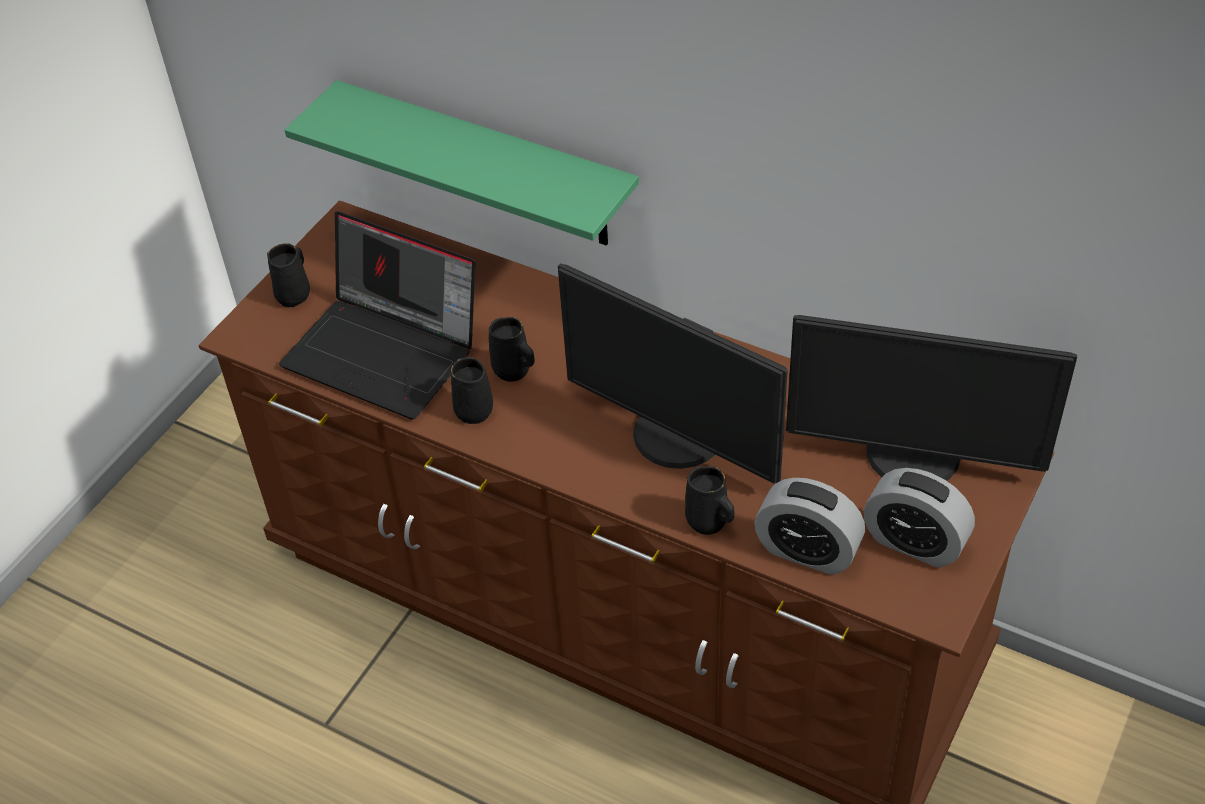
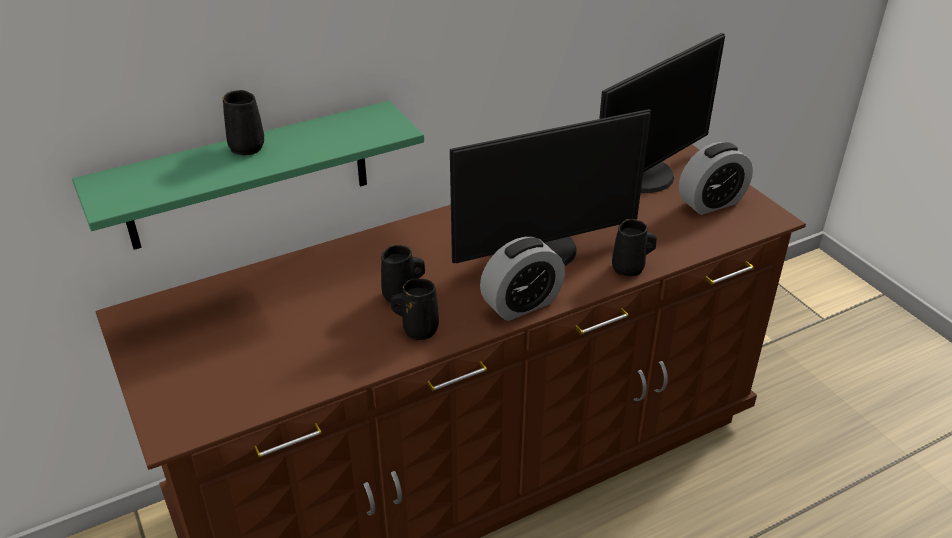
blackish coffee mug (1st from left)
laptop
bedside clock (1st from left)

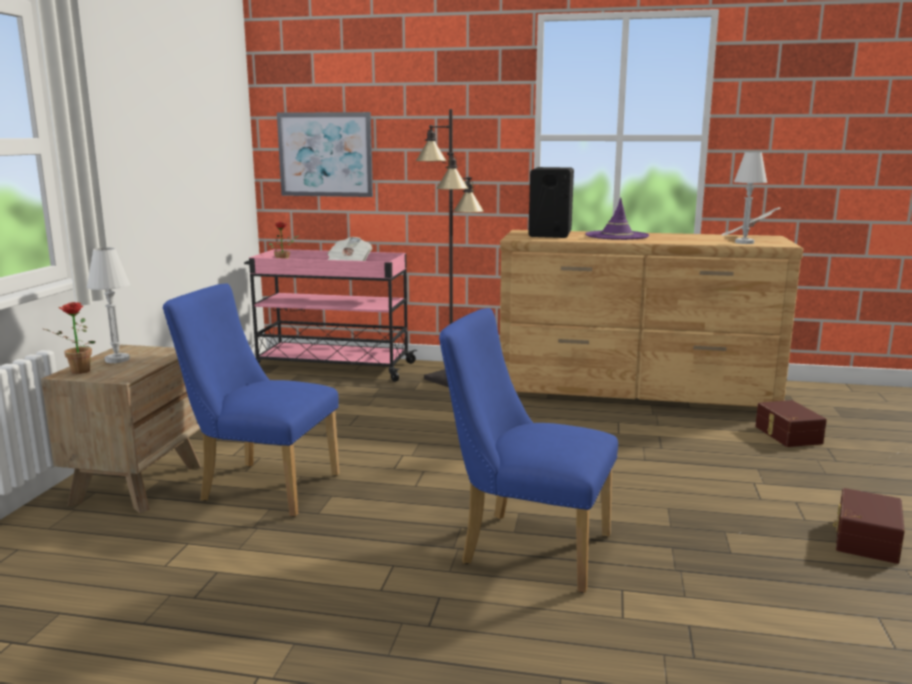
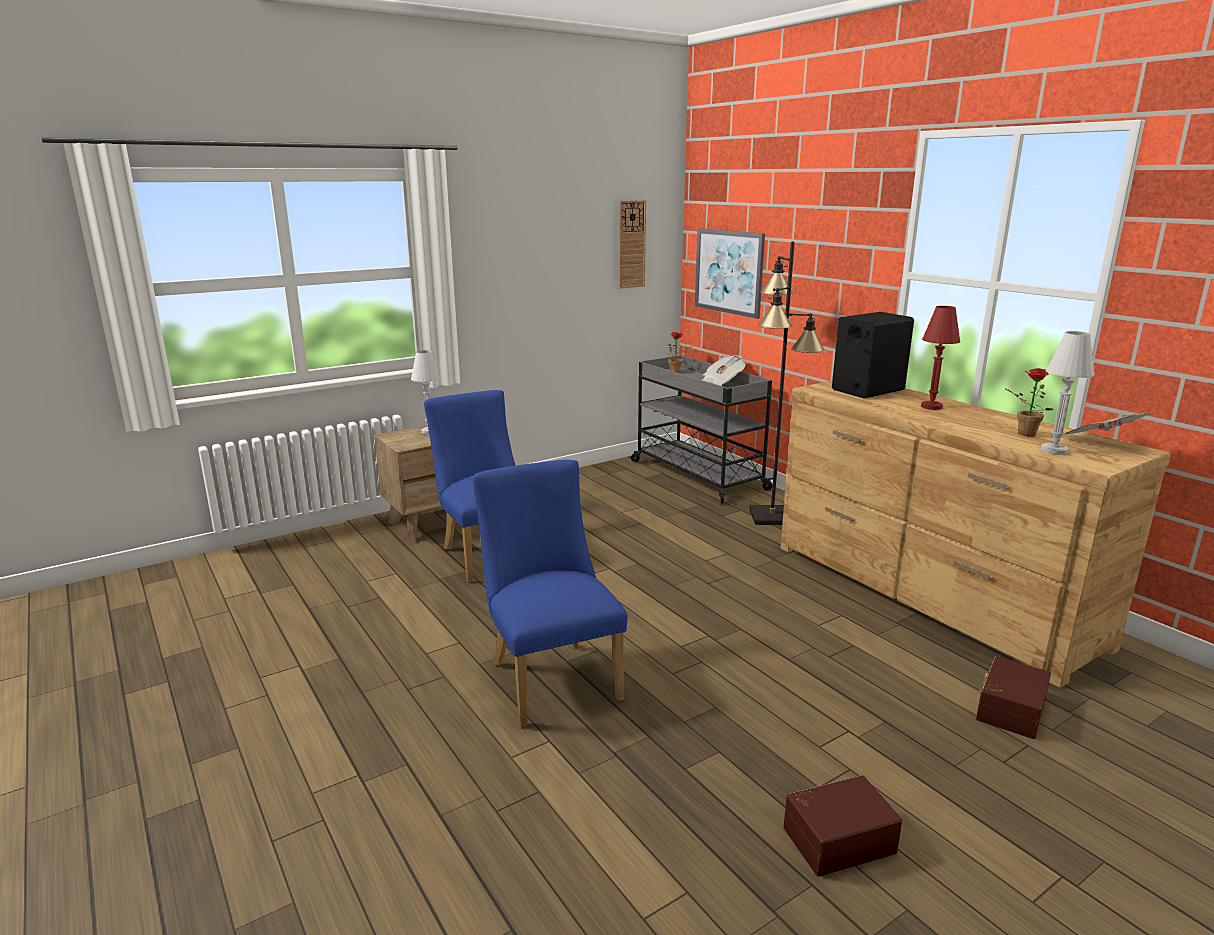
houseplant (2nd from left)
gray trolley
red-coloured lamp for a table
hanging clock

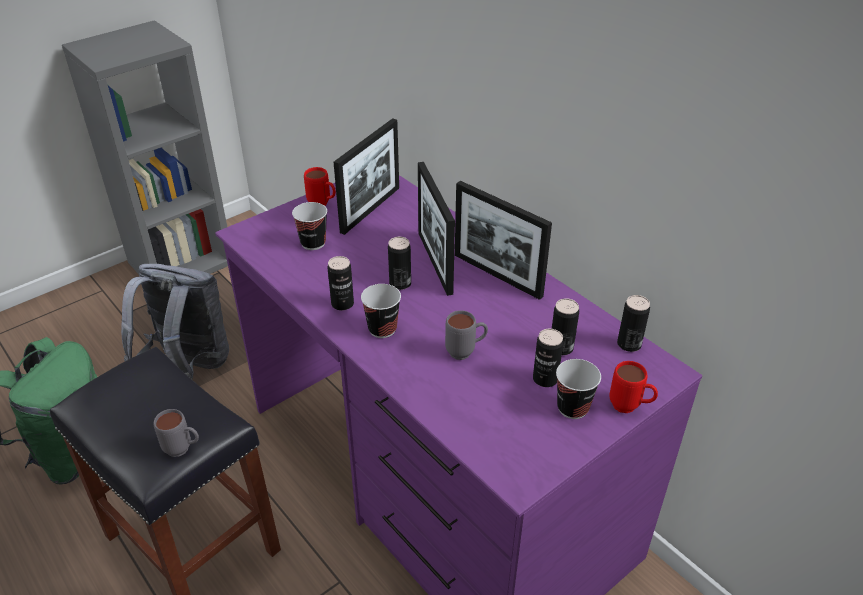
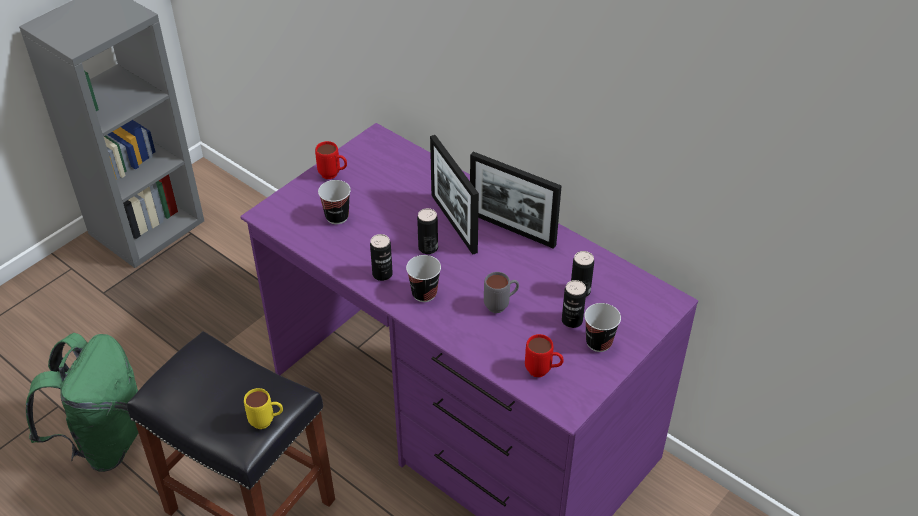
gray knapsack
yellow coffee mug
standing frame (1st from left in the first image)
red-coloured coffee mug (2nd from left)
sealed can (5th from left in the first image)

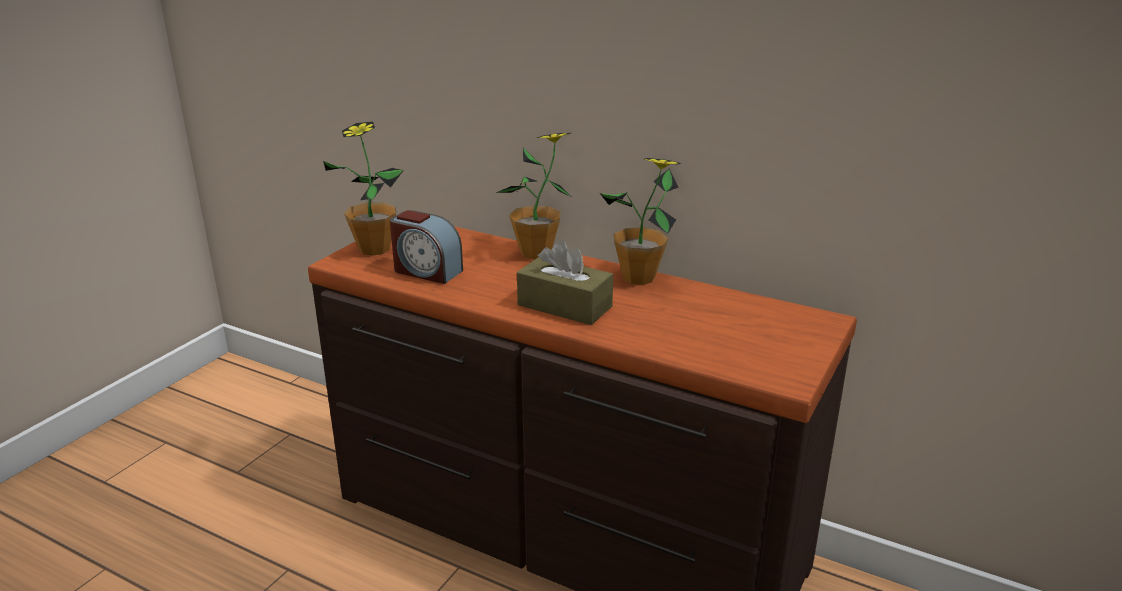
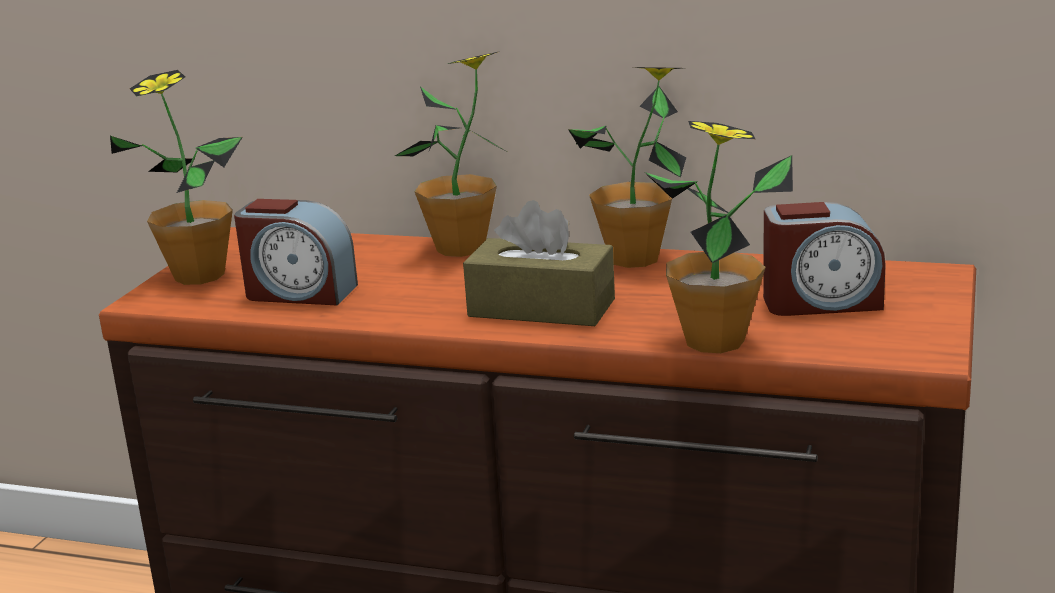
houseplant (4th from left)
bedside clock (2nd from left)

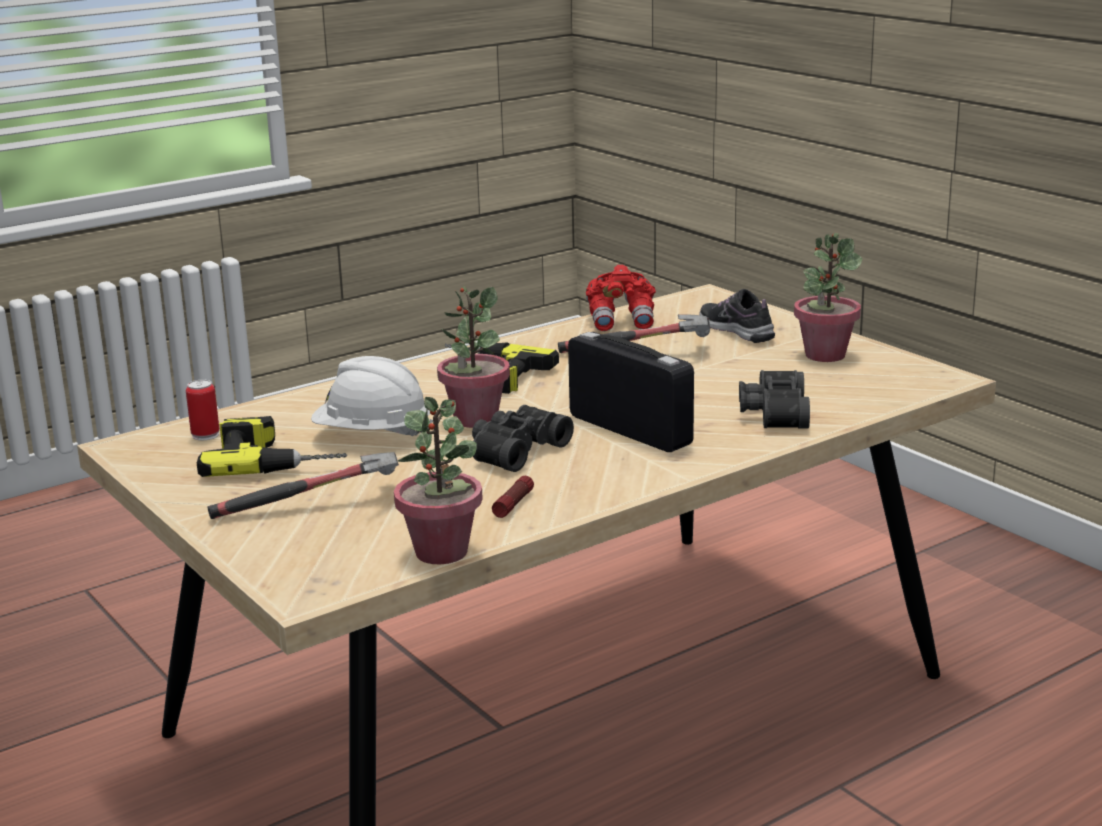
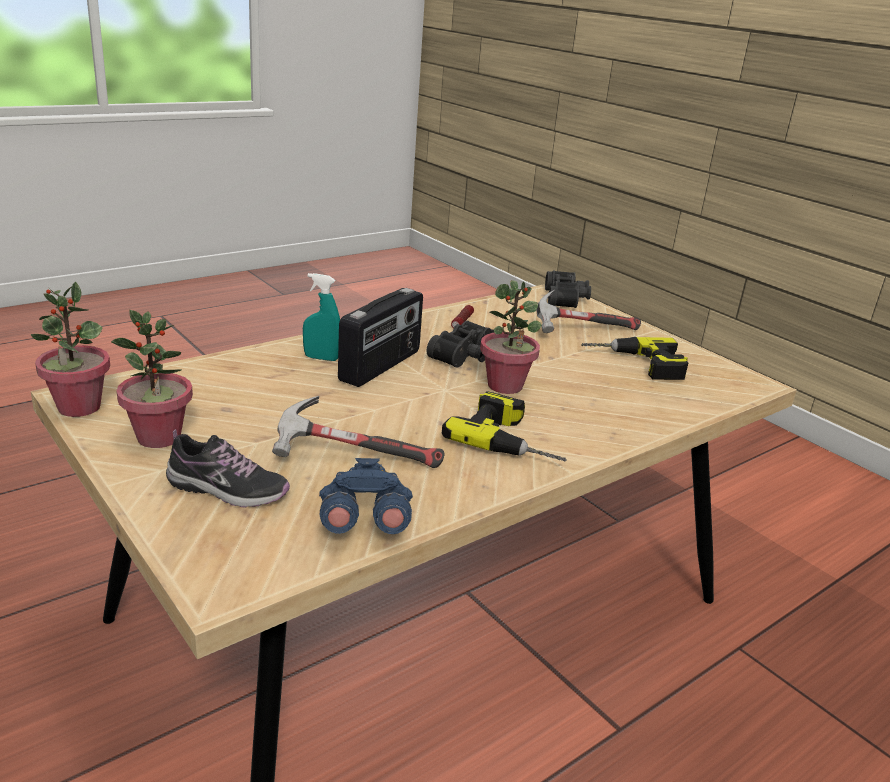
sealed can
white-coloured work helmet
houseplant (1st from left)
radio set
bluish binoculars
shoe
blackish binoculars (2nd from left)
blue-green hand sprayer

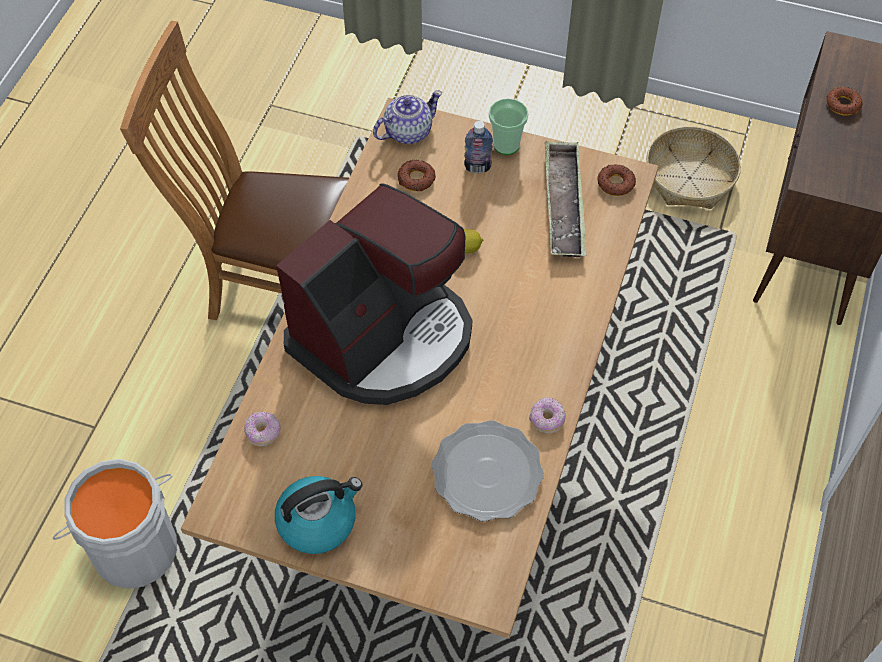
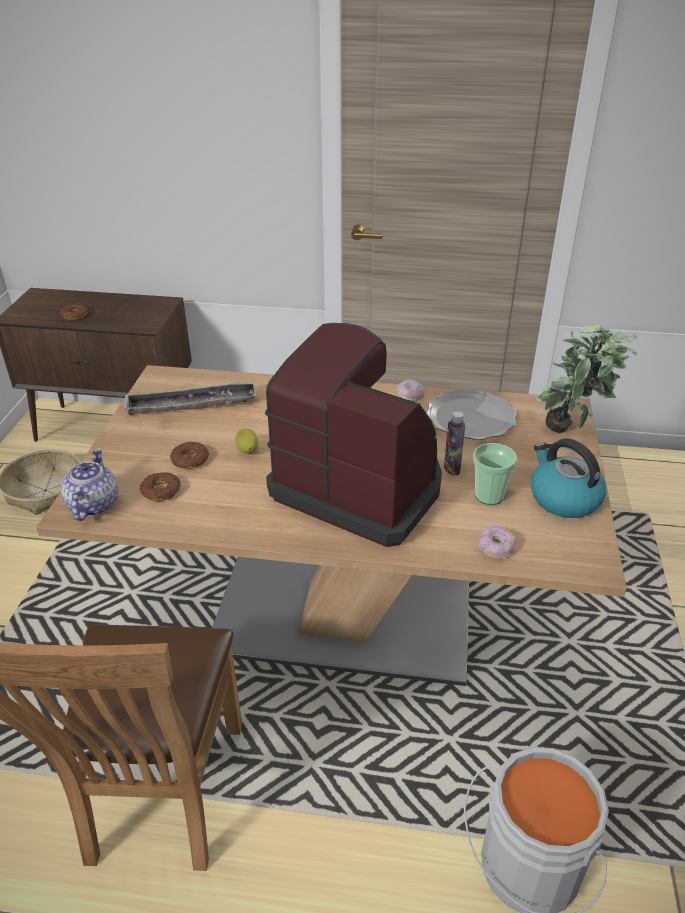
tea pot
bottle
drinking cup
doughnut (3rd from left)
houseplant

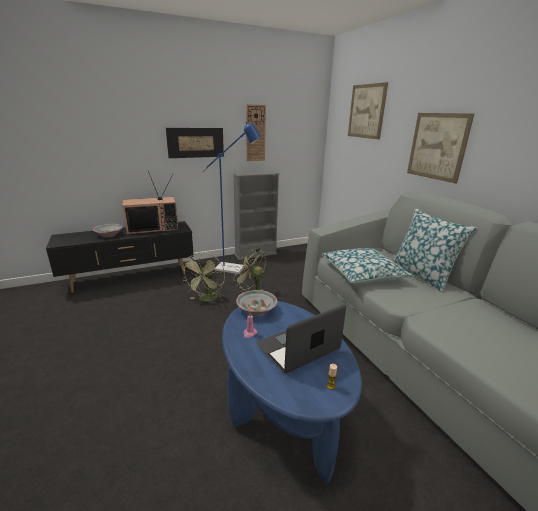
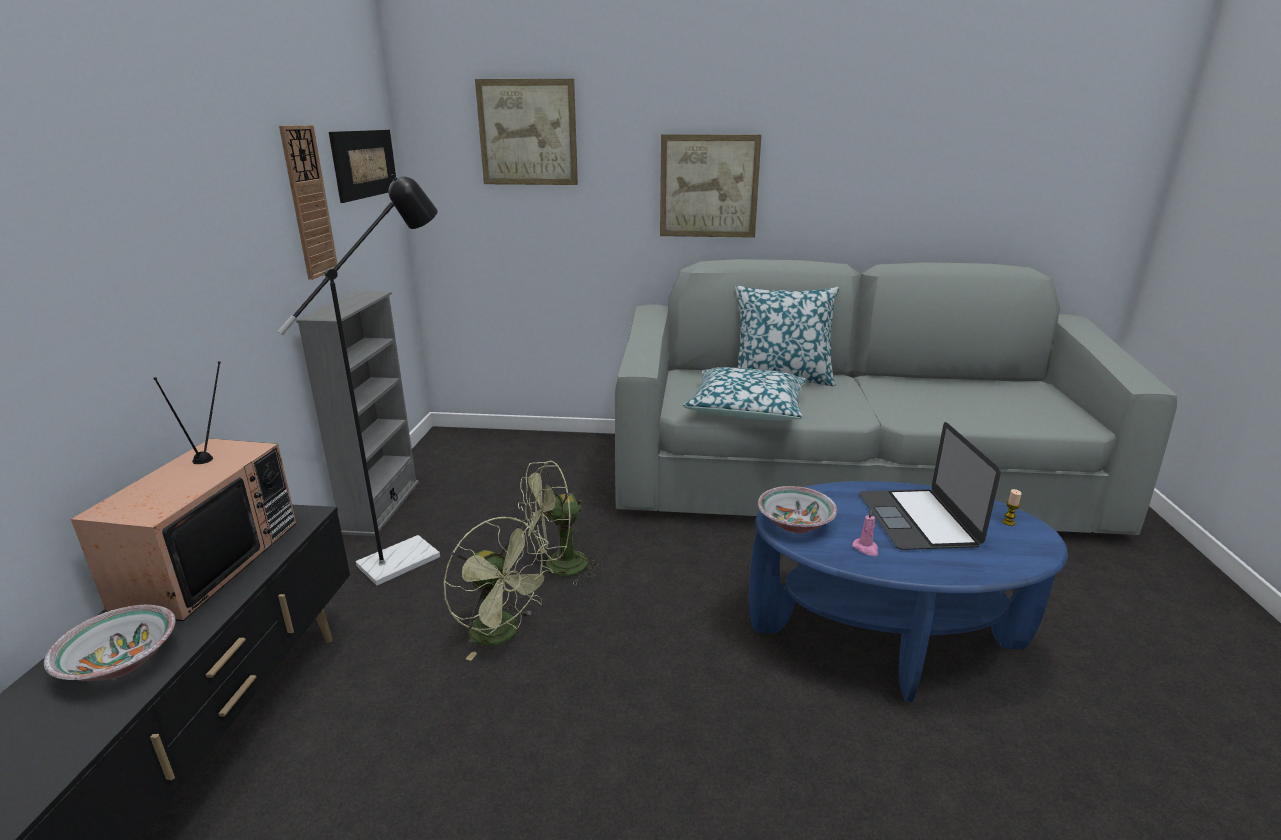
wall art (1st from left)
blackish floor lamp

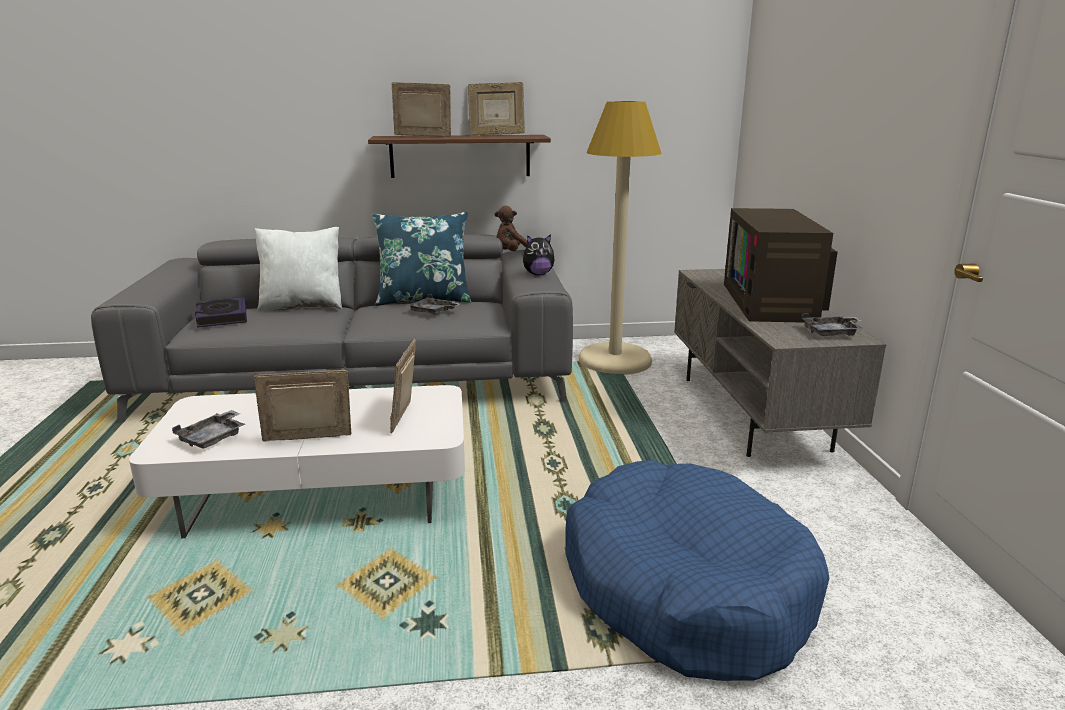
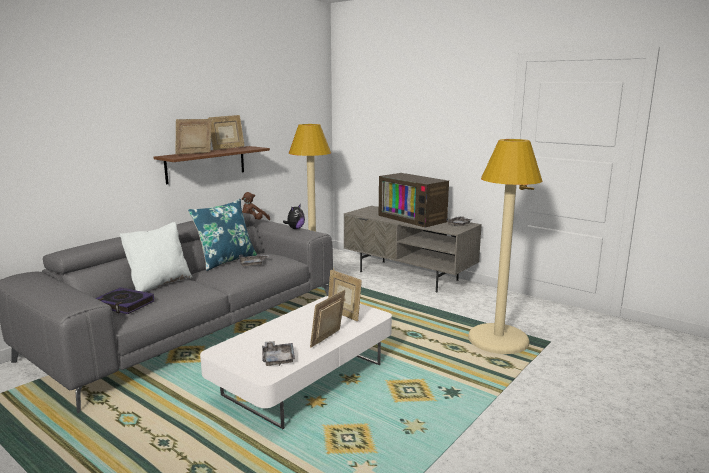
sand-coloured floor lamp (2nd from left)

